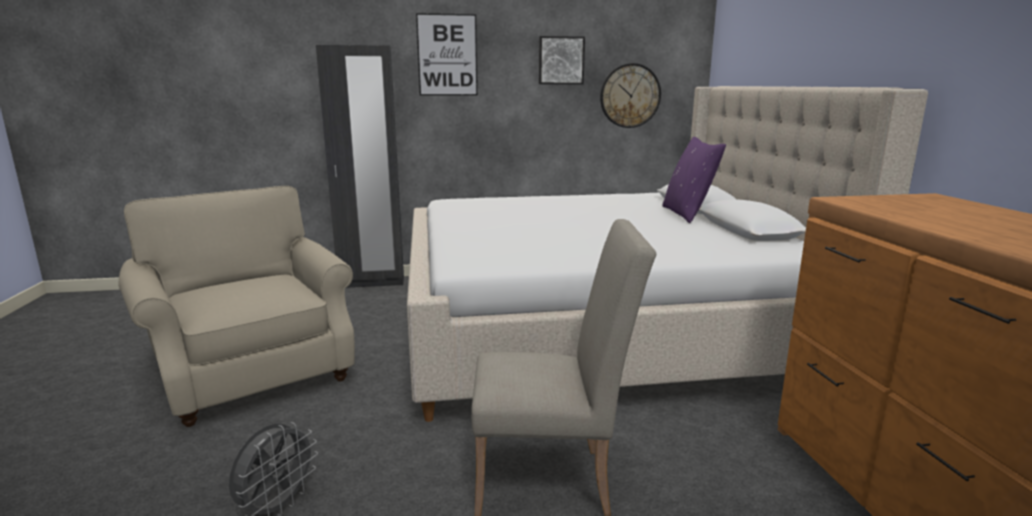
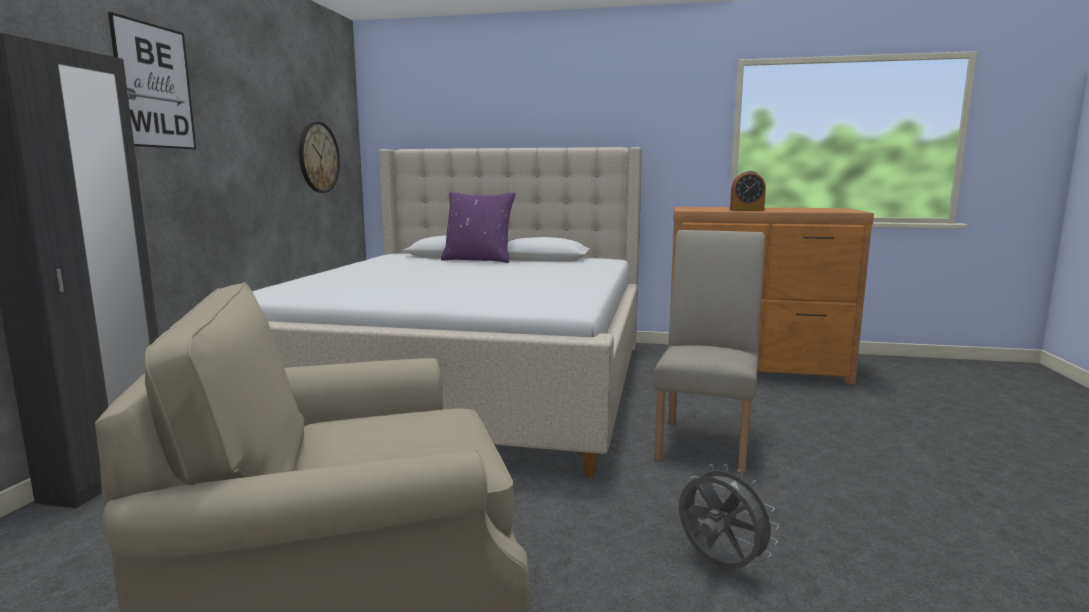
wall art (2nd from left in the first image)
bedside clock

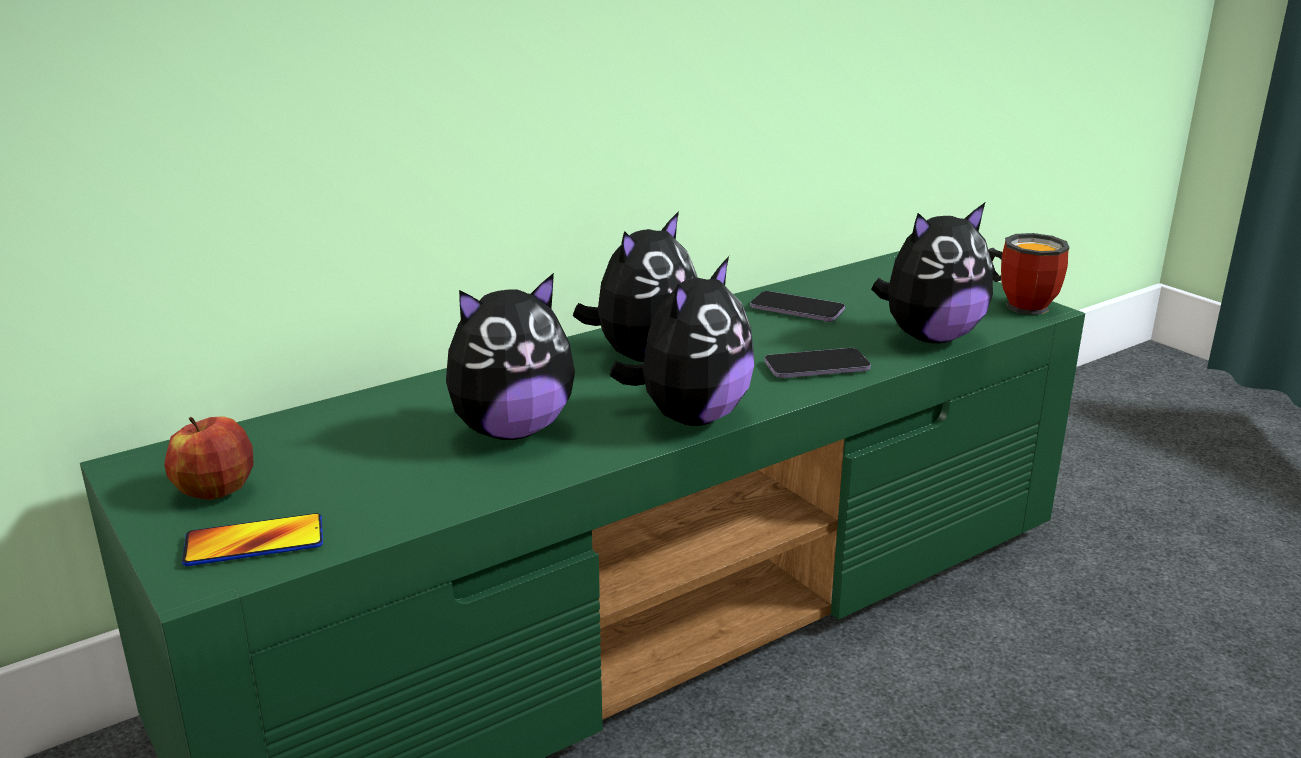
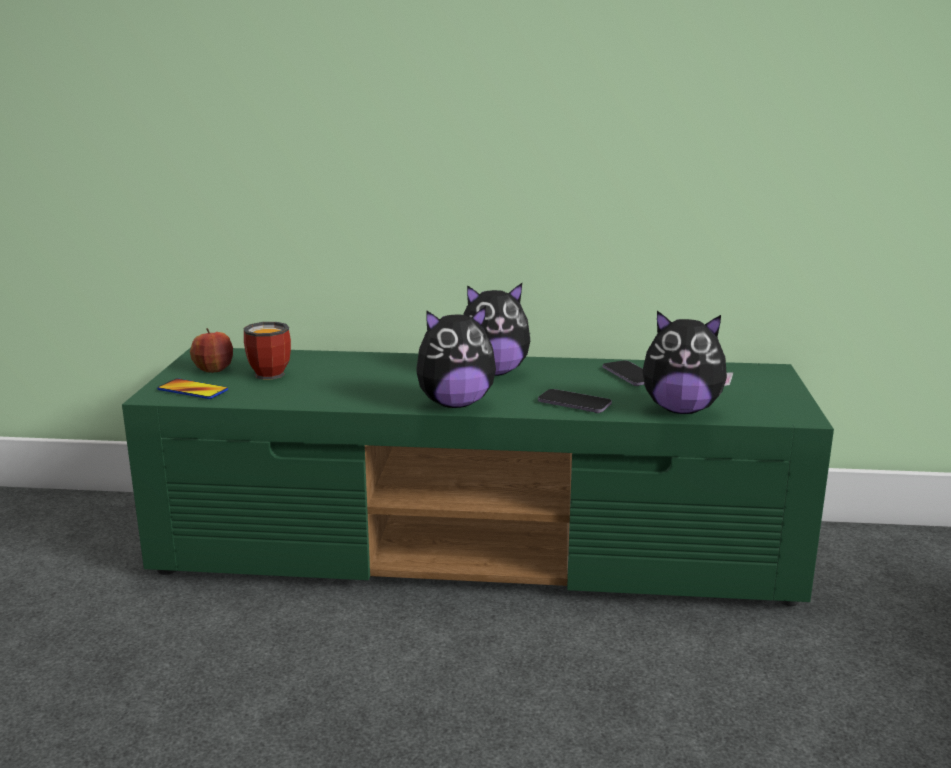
cuddly toy (1st from left in the first image)
coffee mug

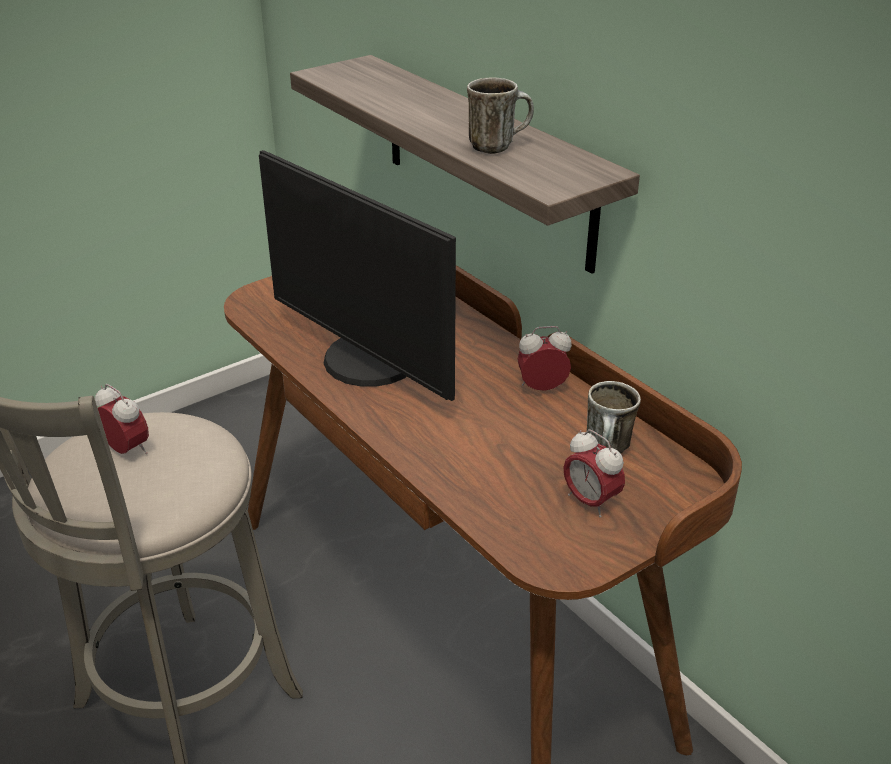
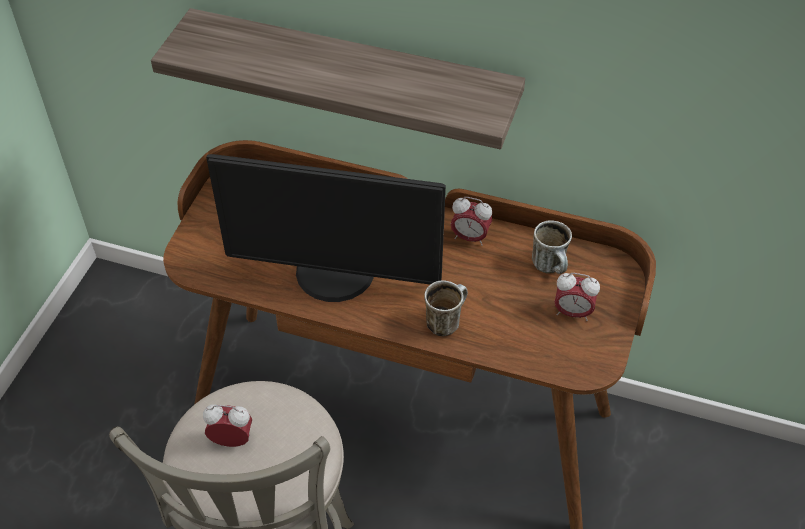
coffee mug (1st from left)
bedside clock (2nd from left)

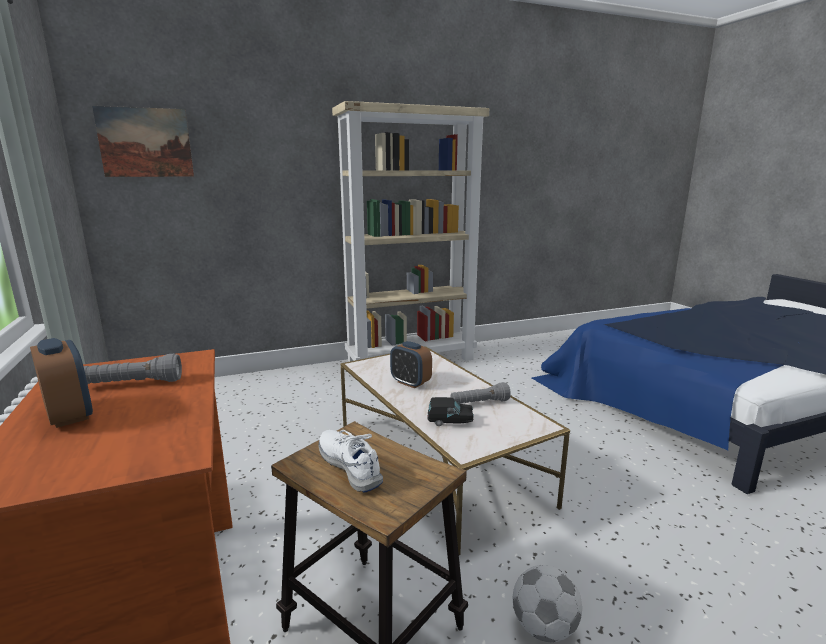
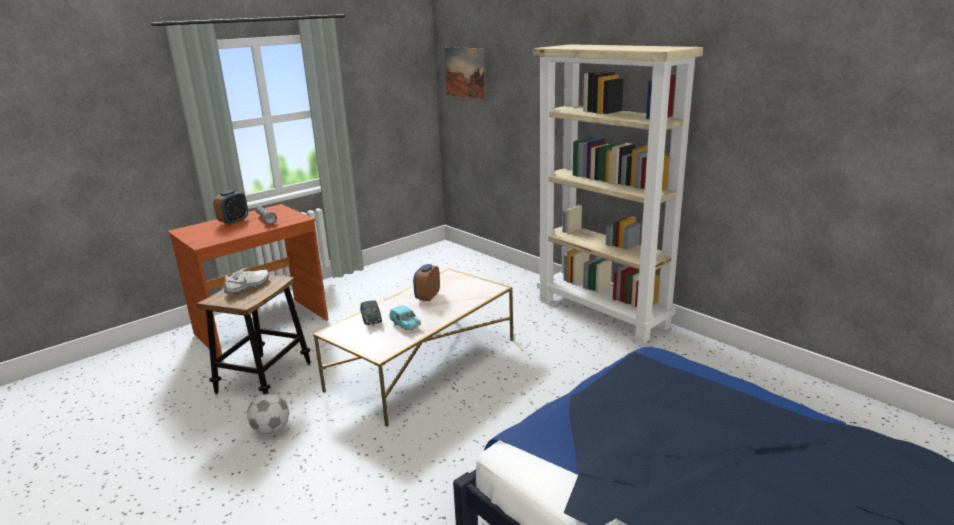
blue-green miniature car

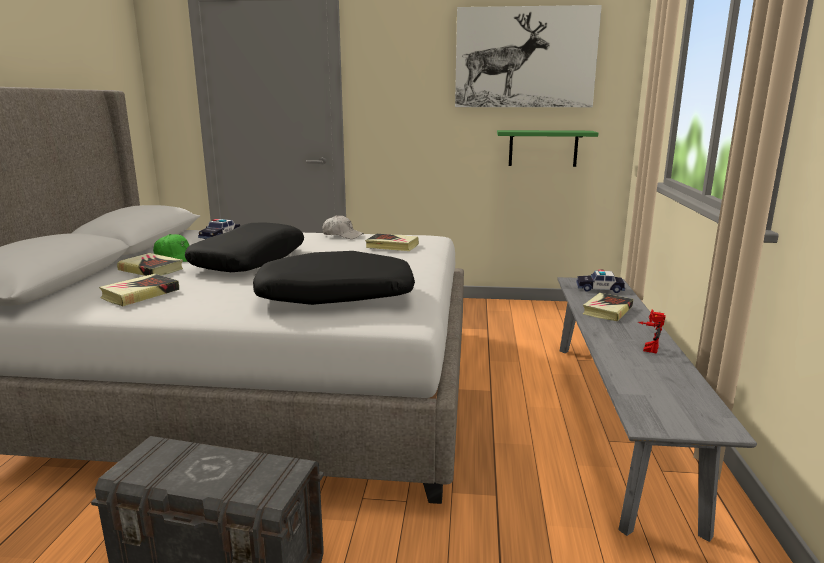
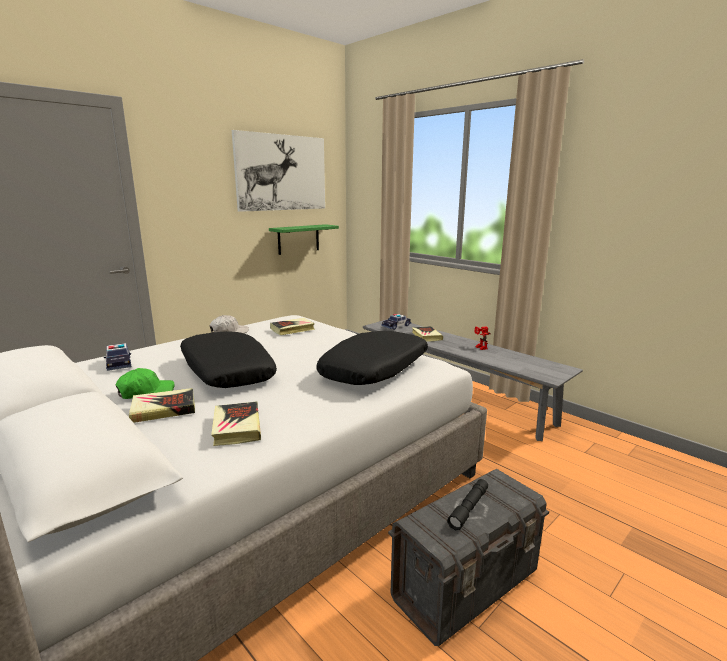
blackish torch

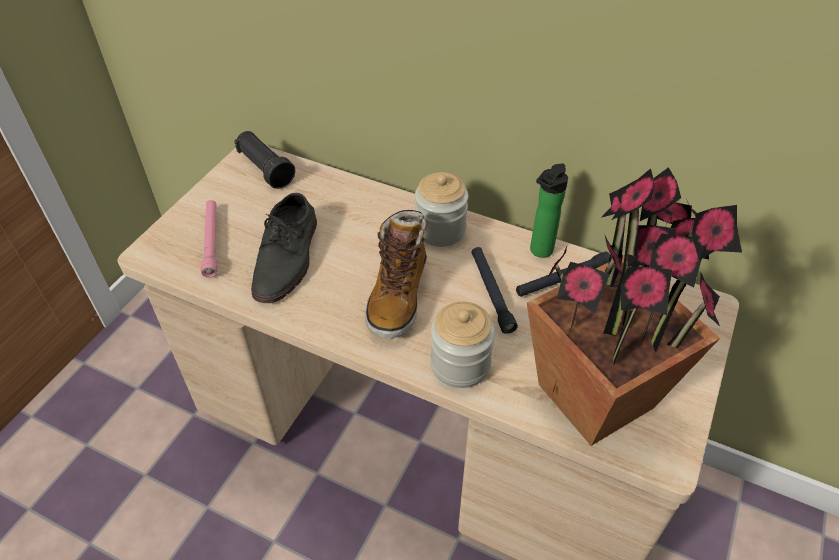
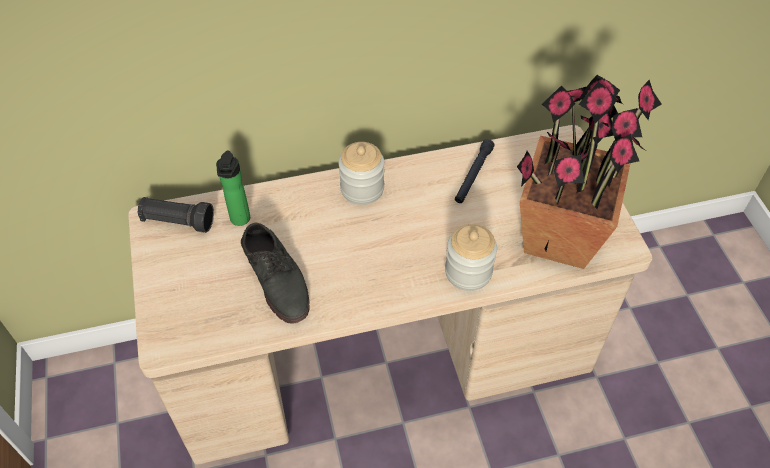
pinkish torch
high-top boot
blackish torch (2nd from left in the first image)
bottle

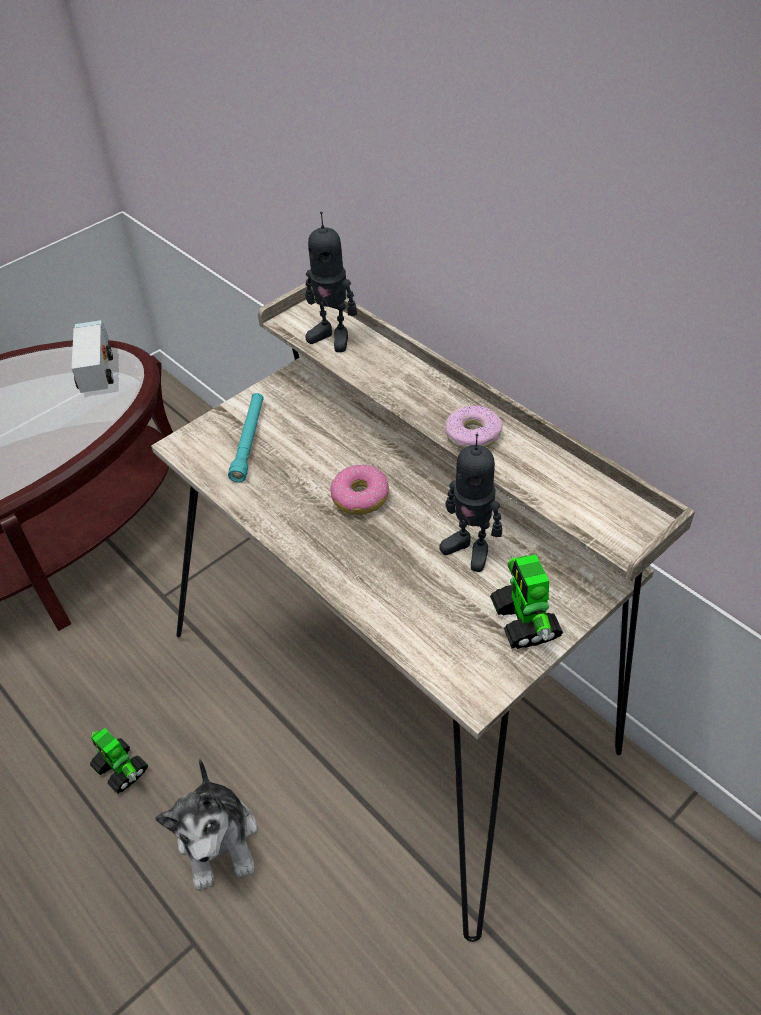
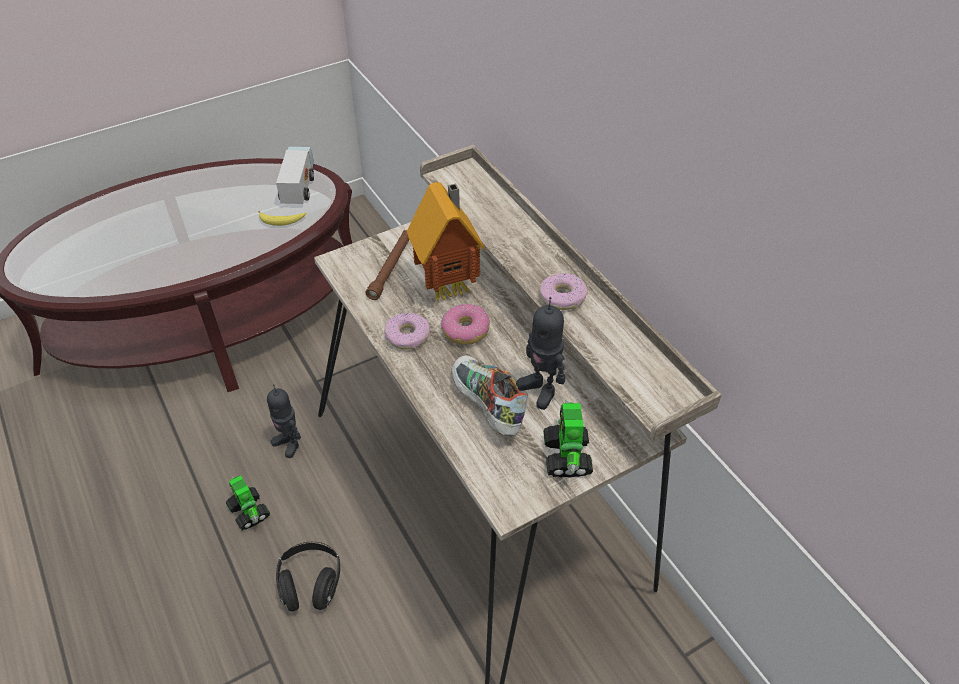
blackish pair of headphones
brown torch
toy robot (2nd from left)
banana
doughnut (1st from left)
toy house
shoe

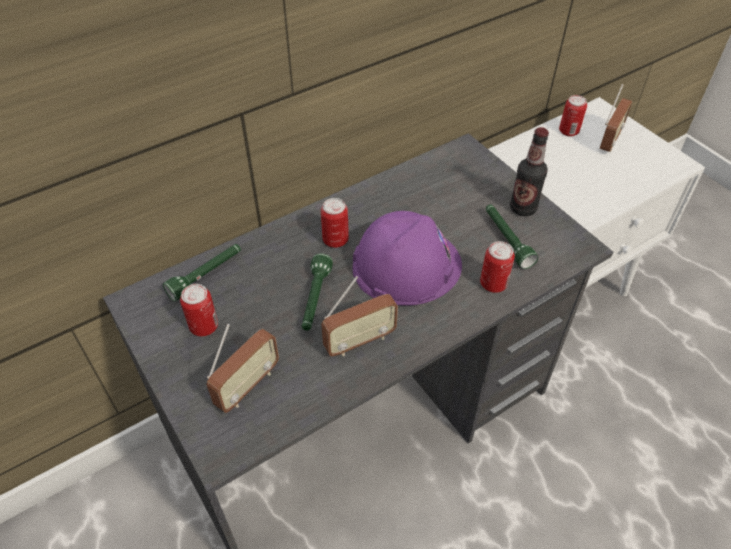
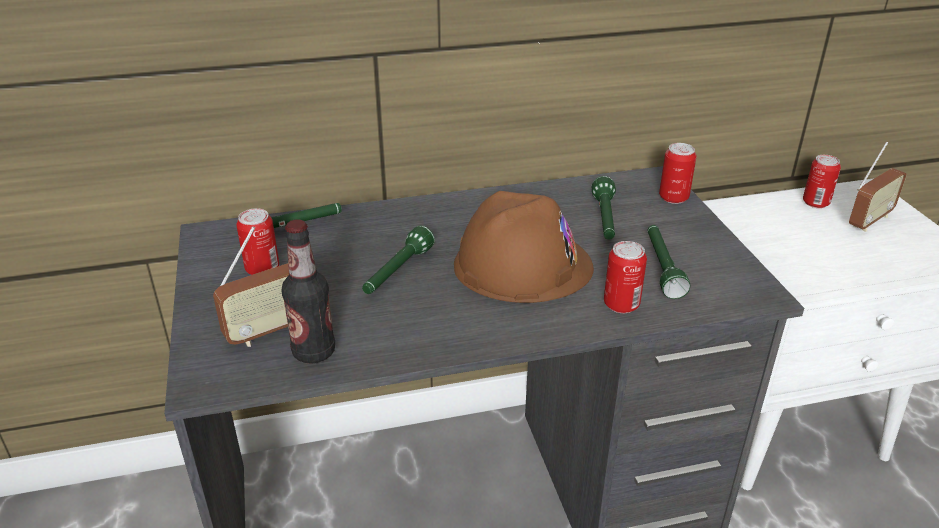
sealed can (3rd from left)
radio set (2nd from left in the first image)
brown work helmet
bottle
greenish torch (3rd from left)

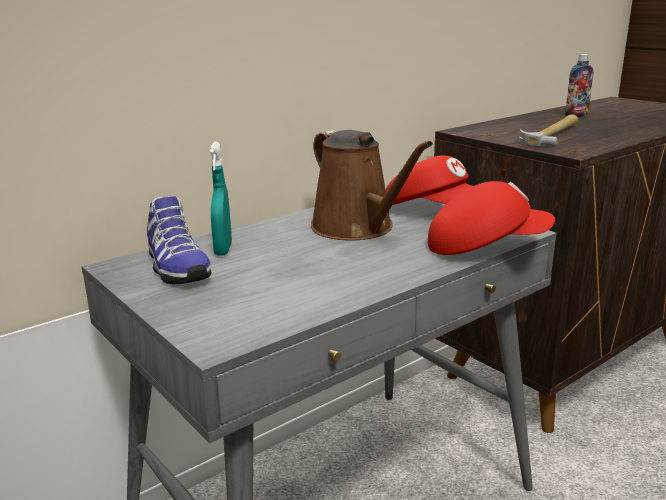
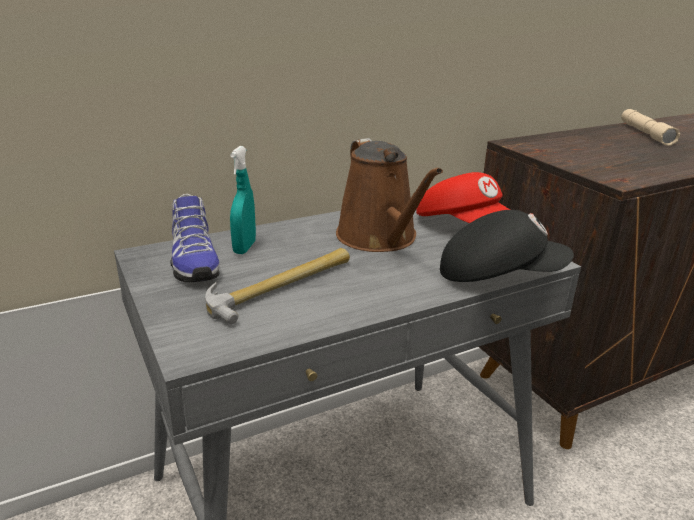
blackish cap
hand hammer
sand-coloured torch

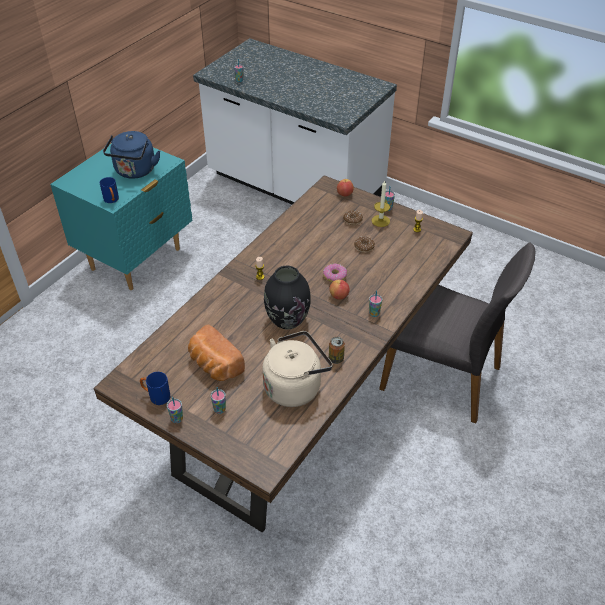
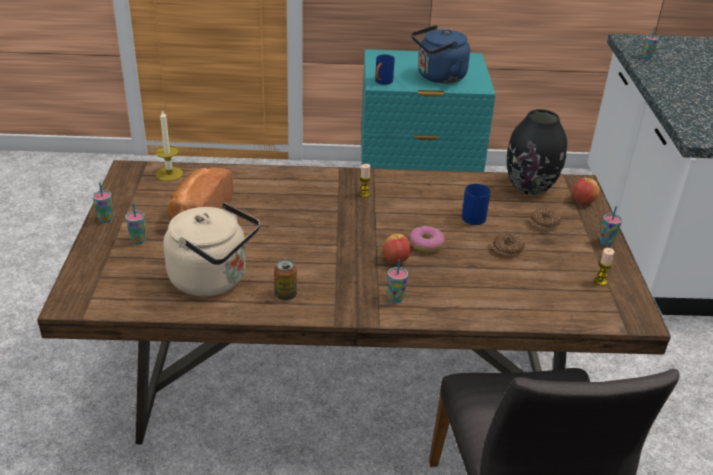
bluish coffee mug (2nd from left)
blackish decorative vase
wax light (1st from left)

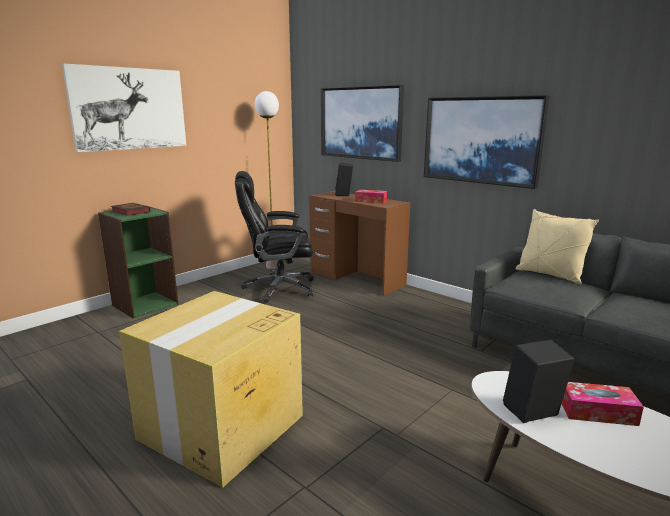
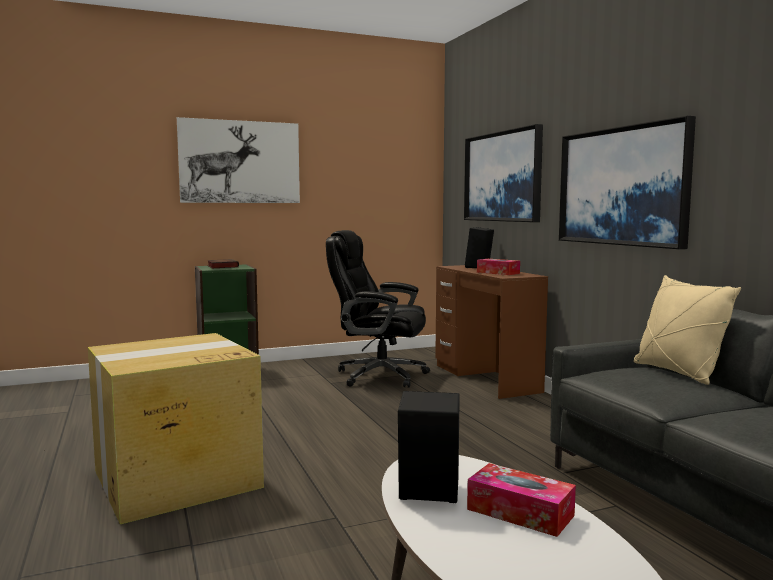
floor lamp

